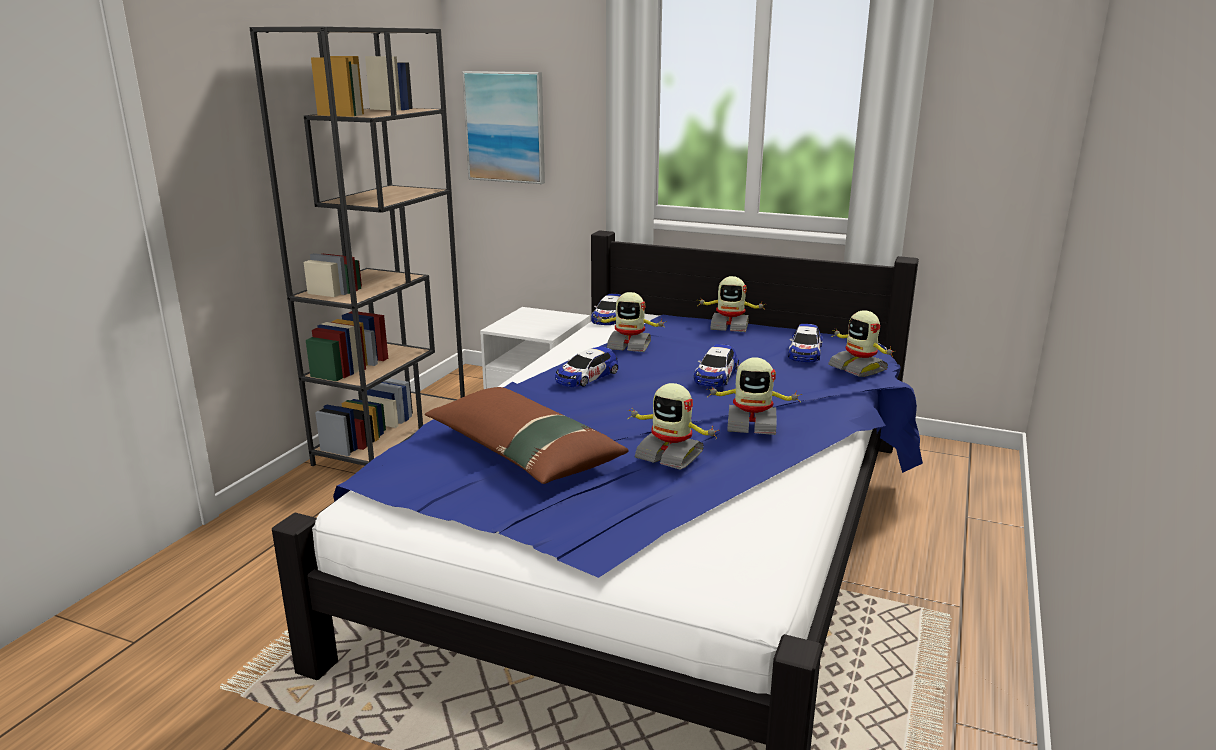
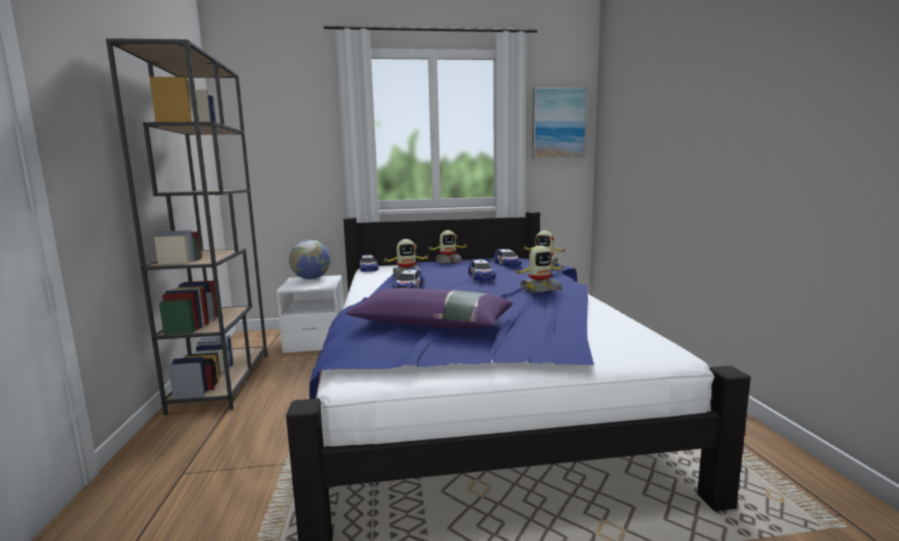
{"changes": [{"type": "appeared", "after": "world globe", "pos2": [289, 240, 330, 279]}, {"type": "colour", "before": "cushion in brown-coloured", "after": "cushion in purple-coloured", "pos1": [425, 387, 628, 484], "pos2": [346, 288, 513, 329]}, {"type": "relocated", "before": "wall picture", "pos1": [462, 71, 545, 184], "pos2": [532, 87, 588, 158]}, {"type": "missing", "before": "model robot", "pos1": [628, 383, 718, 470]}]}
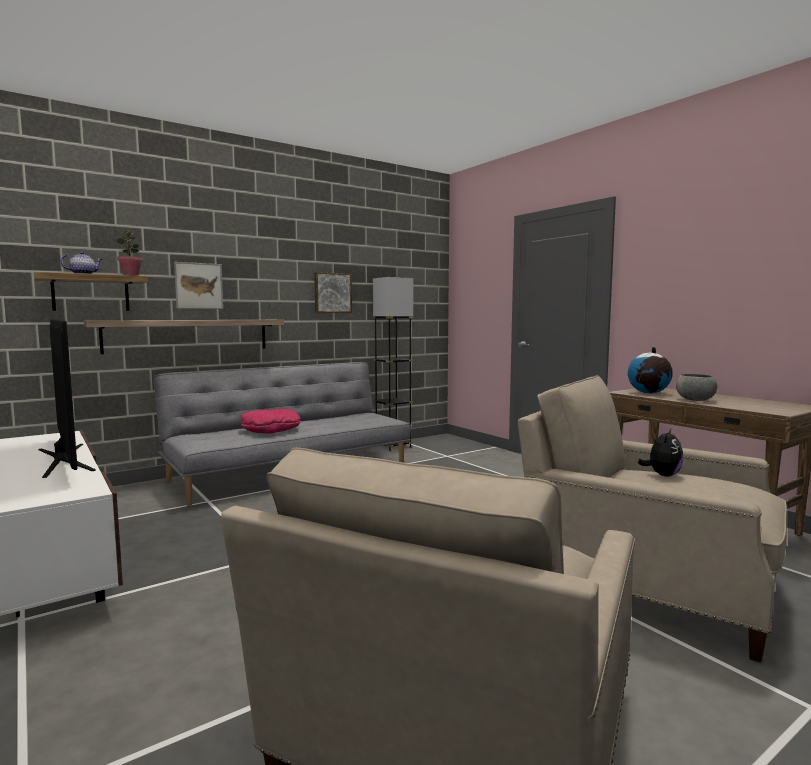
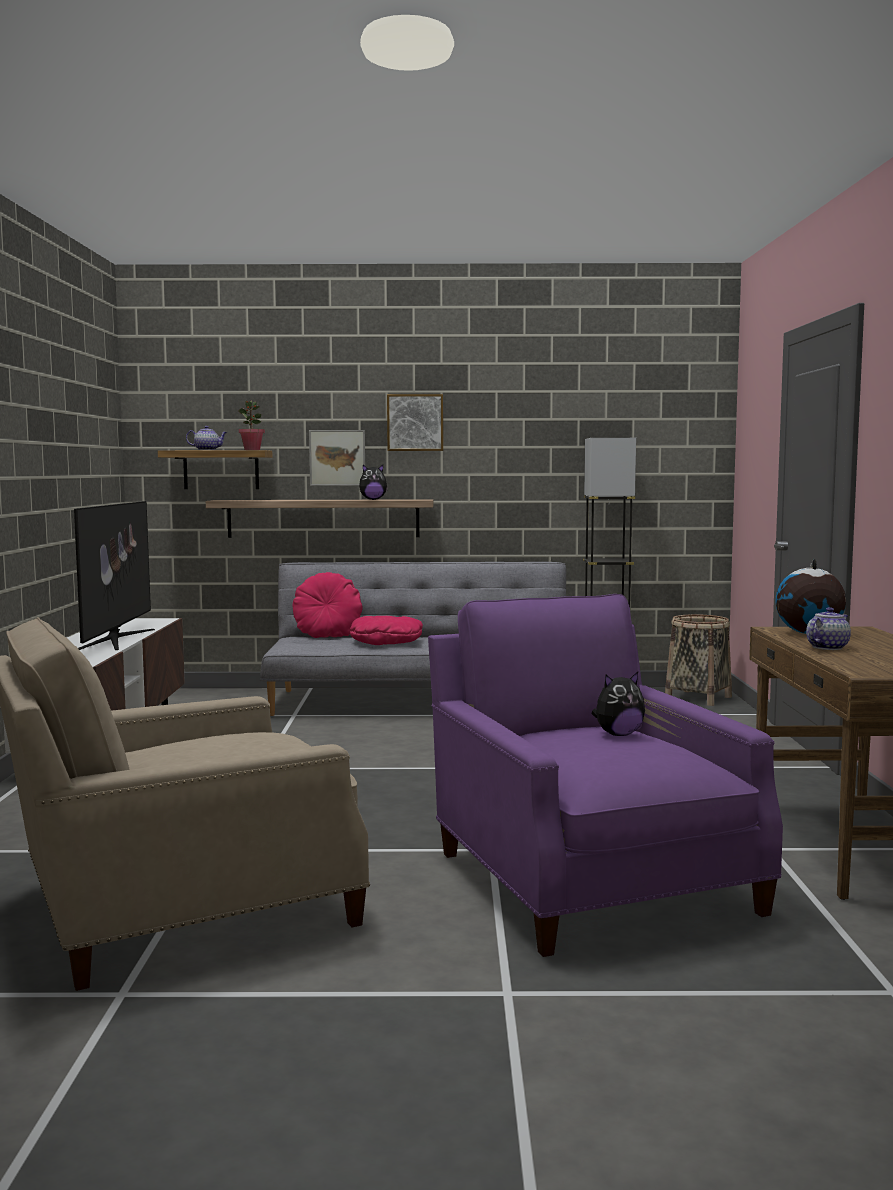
{"changes": [{"type": "appeared", "after": "cushion in pinkish", "pos2": [292, 572, 363, 638]}, {"type": "appeared", "after": "plush toy", "pos2": [359, 465, 388, 500]}, {"type": "relocated", "before": "wall picture", "pos1": [314, 272, 352, 313], "pos2": [387, 394, 443, 451]}, {"type": "colour", "before": "lounge chair in beige-coloured", "after": "lounge chair in purple-coloured", "pos1": [518, 375, 787, 663], "pos2": [428, 594, 783, 957]}, {"type": "appeared", "after": "household basket", "pos2": [665, 614, 732, 706]}, {"type": "exchanged", "before": "bowl in grey", "after": "teapot", "pos1": [676, 374, 718, 401], "pos2": [806, 607, 851, 650]}]}
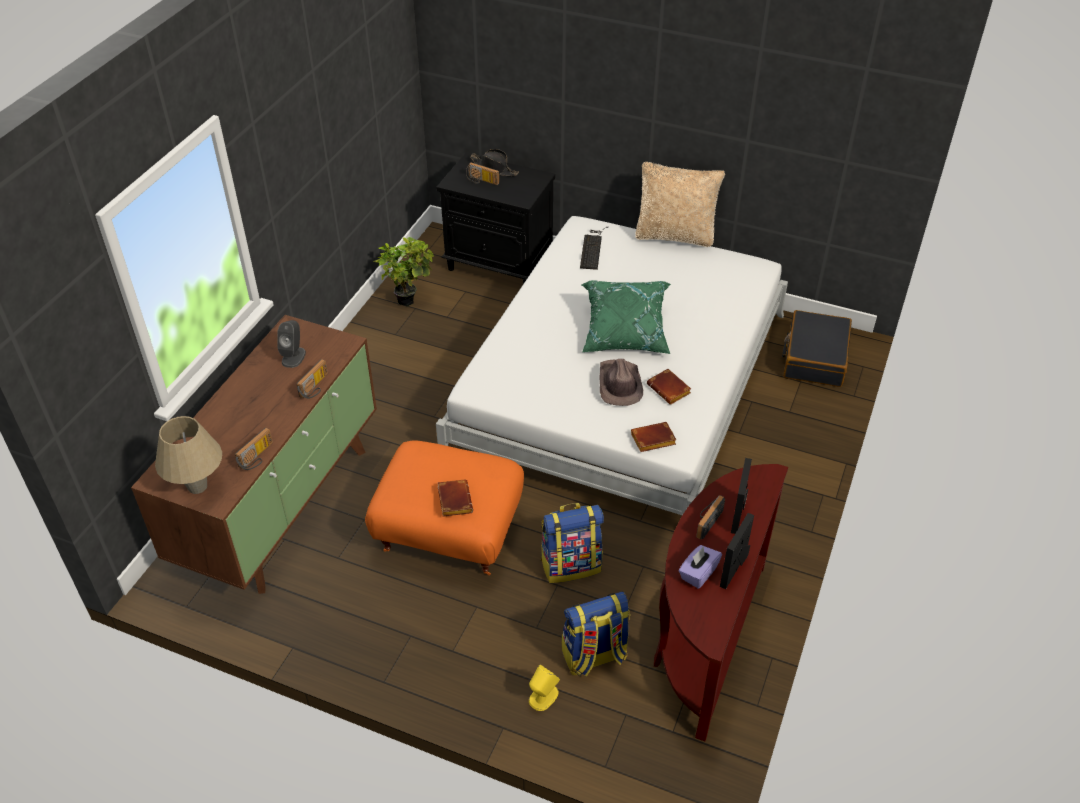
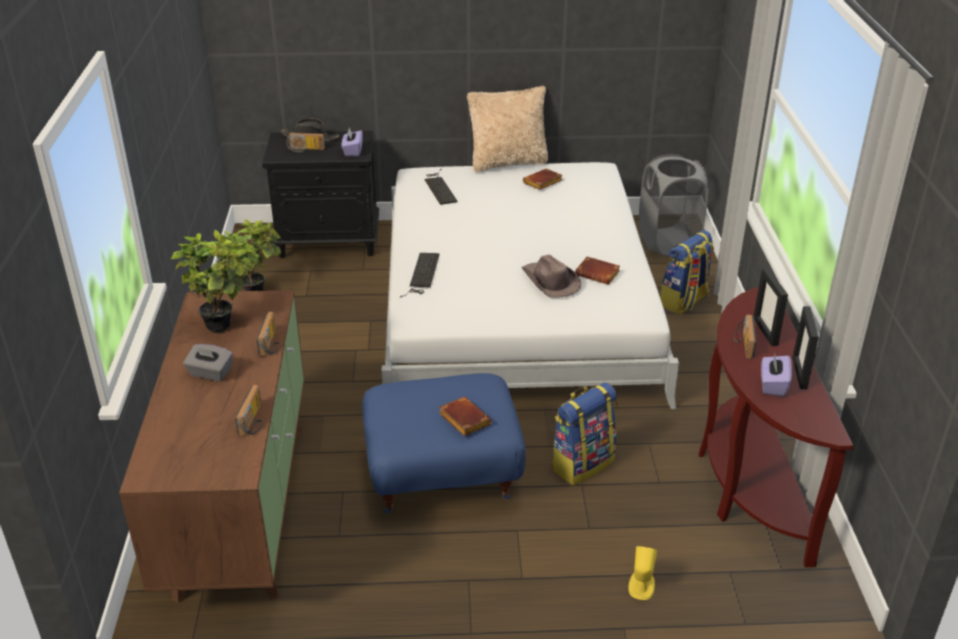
{"changes": [{"type": "exchanged", "before": "audio speaker in grey", "after": "houseplant", "pos1": [278, 320, 306, 368], "pos2": [171, 230, 258, 333]}, {"type": "appeared", "after": "box of tissues in grey", "pos2": [183, 344, 233, 381]}, {"type": "appeared", "after": "box of tissues in purple-coloured", "pos2": [342, 127, 363, 156]}, {"type": "colour", "before": "pouffe in orange-coloured", "after": "pouffe in bluish", "pos1": [365, 440, 524, 575], "pos2": [362, 373, 526, 513]}, {"type": "appeared", "after": "keyboard", "pos2": [400, 253, 439, 297]}, {"type": "relocated", "before": "book in brown-coloured", "pos1": [631, 422, 677, 452], "pos2": [523, 168, 563, 190]}, {"type": "exchanged", "before": "piece of luggage in black-coloured", "after": "washing basket in grey", "pos1": [782, 310, 852, 387], "pos2": [639, 154, 708, 257]}, {"type": "relocated", "before": "rucksack", "pos1": [562, 592, 630, 676], "pos2": [660, 230, 714, 315]}, {"type": "missing", "before": "table lamp in beige-coloured", "pos1": [155, 416, 222, 494]}, {"type": "missing", "before": "cushion in green", "pos1": [582, 280, 671, 354]}]}
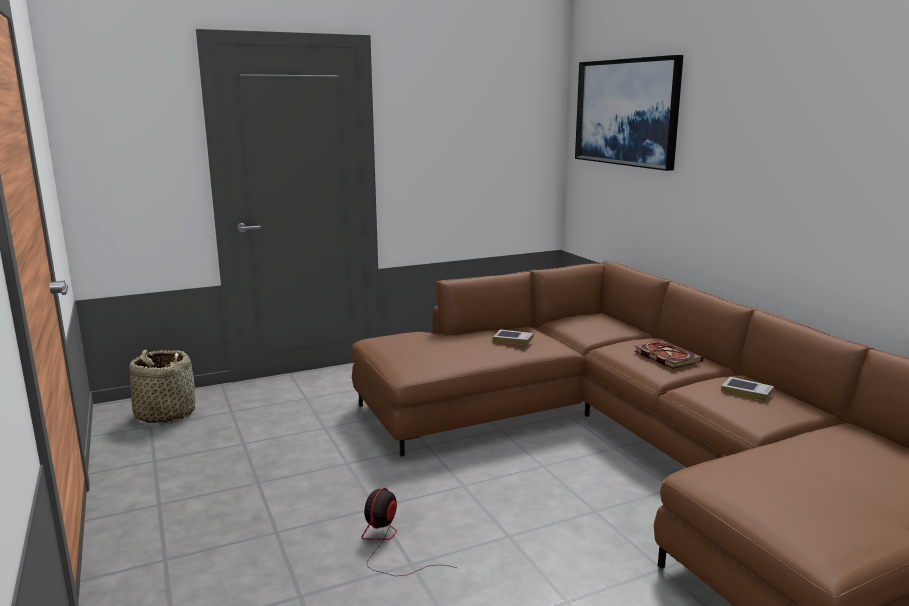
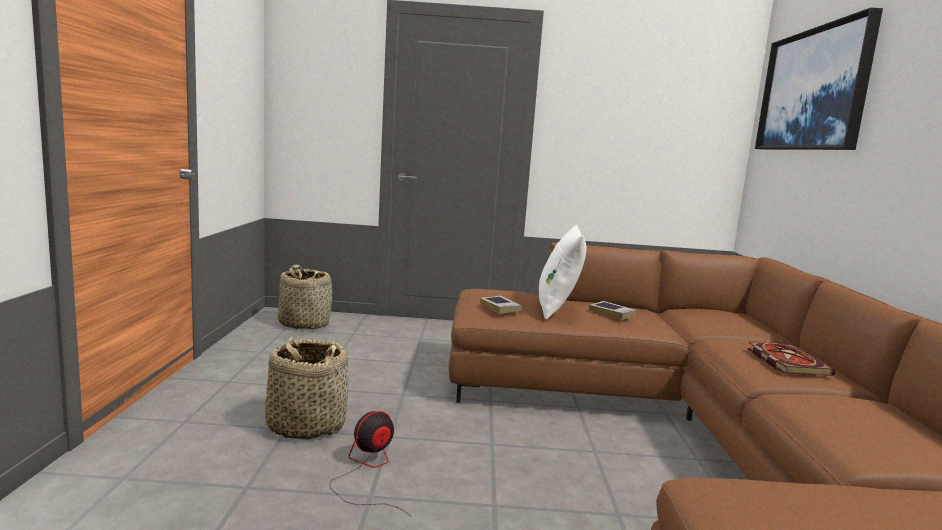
{"changes": [{"type": "appeared", "after": "household basket", "pos2": [265, 337, 349, 440]}, {"type": "relocated", "before": "book", "pos1": [721, 377, 774, 401], "pos2": [480, 296, 522, 313]}, {"type": "appeared", "after": "cushion in white", "pos2": [539, 225, 586, 319]}]}
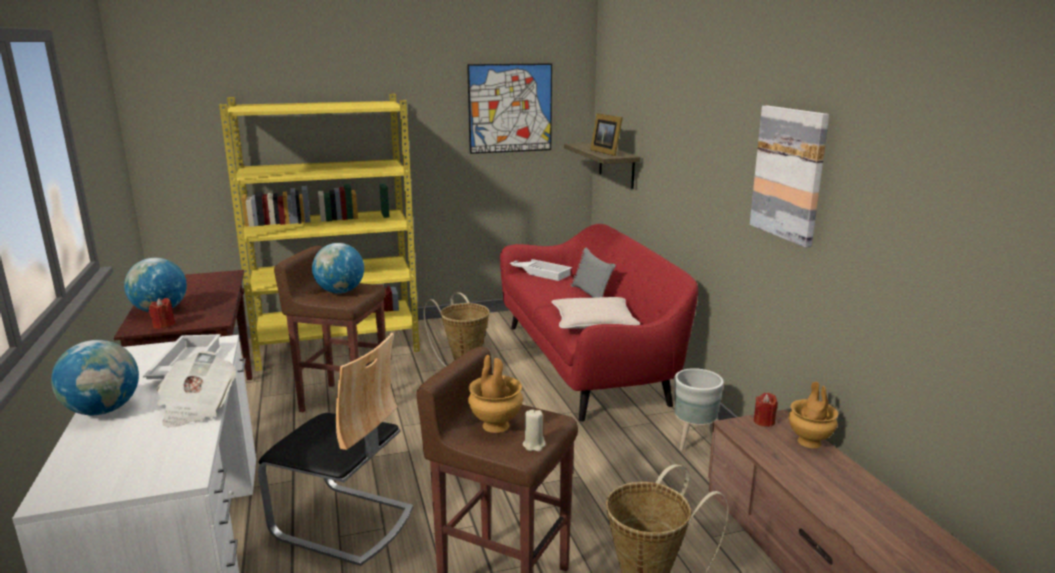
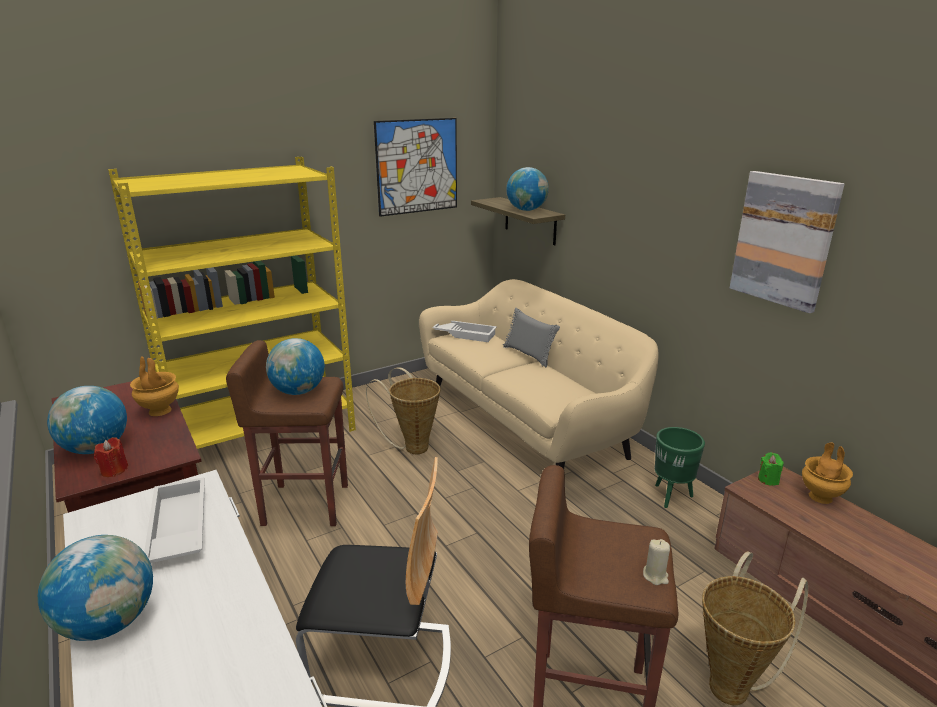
{"changes": [{"type": "relocated", "before": "decorative vase in brown-coloured", "pos1": [468, 355, 523, 433], "pos2": [130, 356, 179, 416]}, {"type": "colour", "before": "settee in red", "after": "settee in beige-coloured", "pos1": [500, 224, 698, 421], "pos2": [419, 279, 659, 469]}, {"type": "exchanged", "before": "picture frame", "after": "world globe", "pos1": [590, 113, 623, 156], "pos2": [506, 167, 549, 211]}, {"type": "colour", "before": "plant pot in grey", "after": "plant pot in green", "pos1": [674, 368, 724, 451], "pos2": [655, 427, 705, 508]}, {"type": "colour", "before": "wax light in red", "after": "wax light in green", "pos1": [754, 393, 778, 427], "pos2": [758, 452, 783, 486]}, {"type": "missing", "before": "daily paper", "pos1": [157, 351, 236, 428]}, {"type": "missing", "before": "cushion in beige-coloured", "pos1": [551, 297, 640, 329]}]}
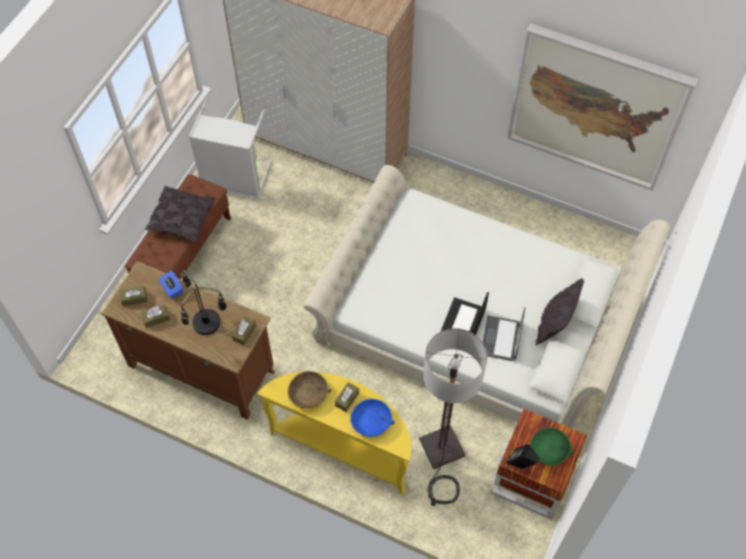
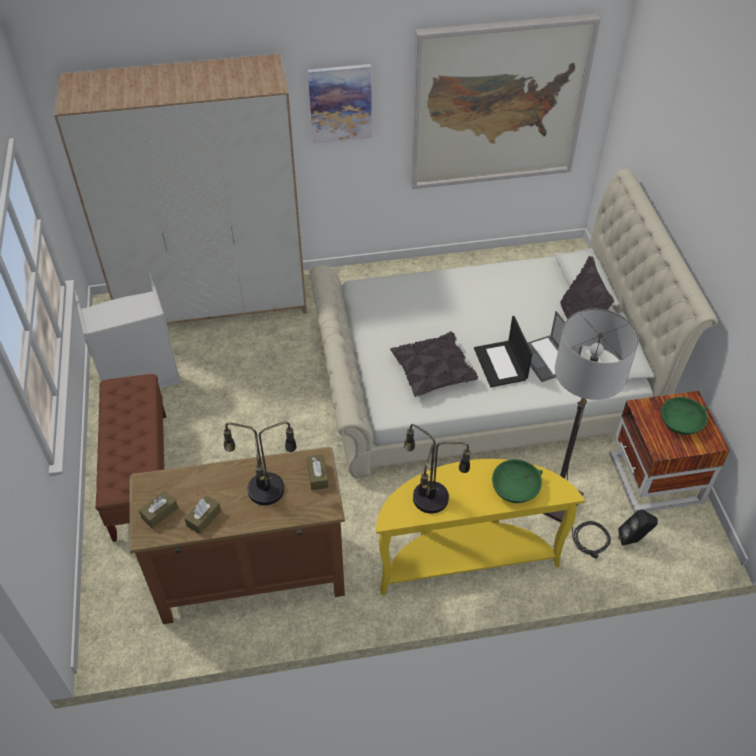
{"changes": [{"type": "appeared", "after": "wall picture", "pos2": [308, 64, 372, 144]}, {"type": "relocated", "before": "cushion in black-coloured", "pos1": [145, 186, 215, 241], "pos2": [390, 331, 478, 397]}, {"type": "exchanged", "before": "bowl in brown-coloured", "after": "table lamp", "pos1": [288, 371, 332, 408], "pos2": [404, 424, 471, 514]}, {"type": "colour", "before": "bowl in bluish", "after": "bowl in green", "pos1": [350, 399, 395, 437], "pos2": [492, 459, 543, 503]}, {"type": "relocated", "before": "audio speaker in black-coloured", "pos1": [506, 444, 539, 469], "pos2": [618, 510, 658, 546]}, {"type": "missing", "before": "box of tissues in bluish", "pos1": [159, 270, 183, 299]}, {"type": "missing", "before": "box of tissues in brown-coloured", "pos1": [335, 382, 359, 412]}]}
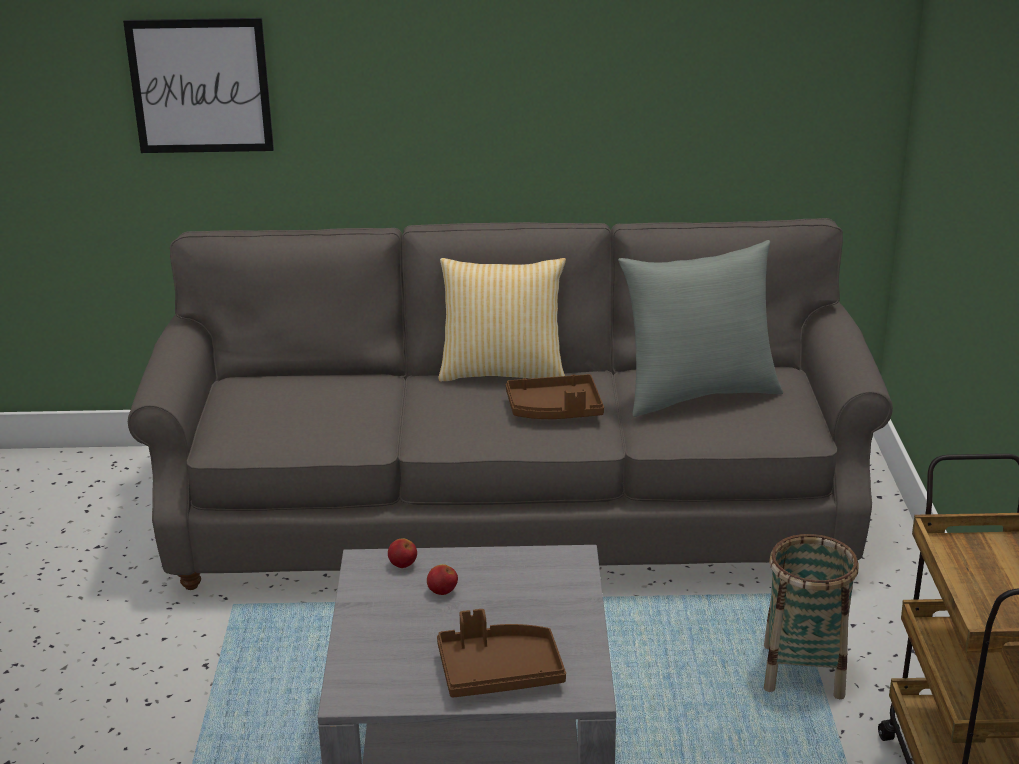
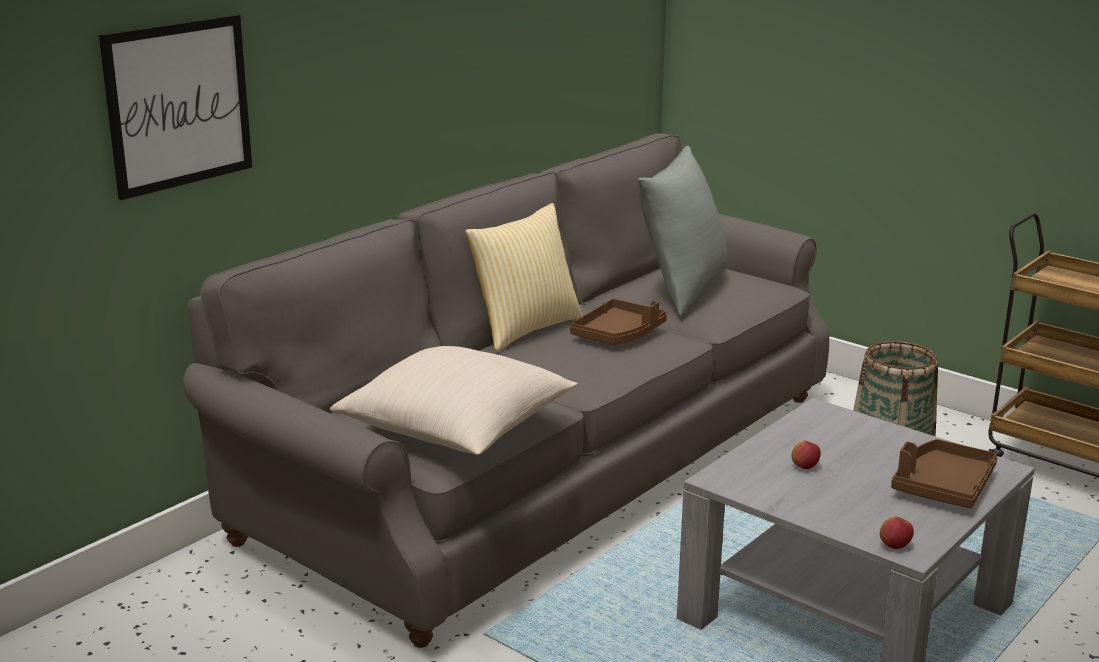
{"changes": [{"type": "appeared", "after": "cushion in beige-coloured", "pos2": [330, 346, 578, 455]}, {"type": "relocated", "before": "whole apple", "pos1": [388, 539, 417, 568], "pos2": [880, 516, 914, 549]}]}
